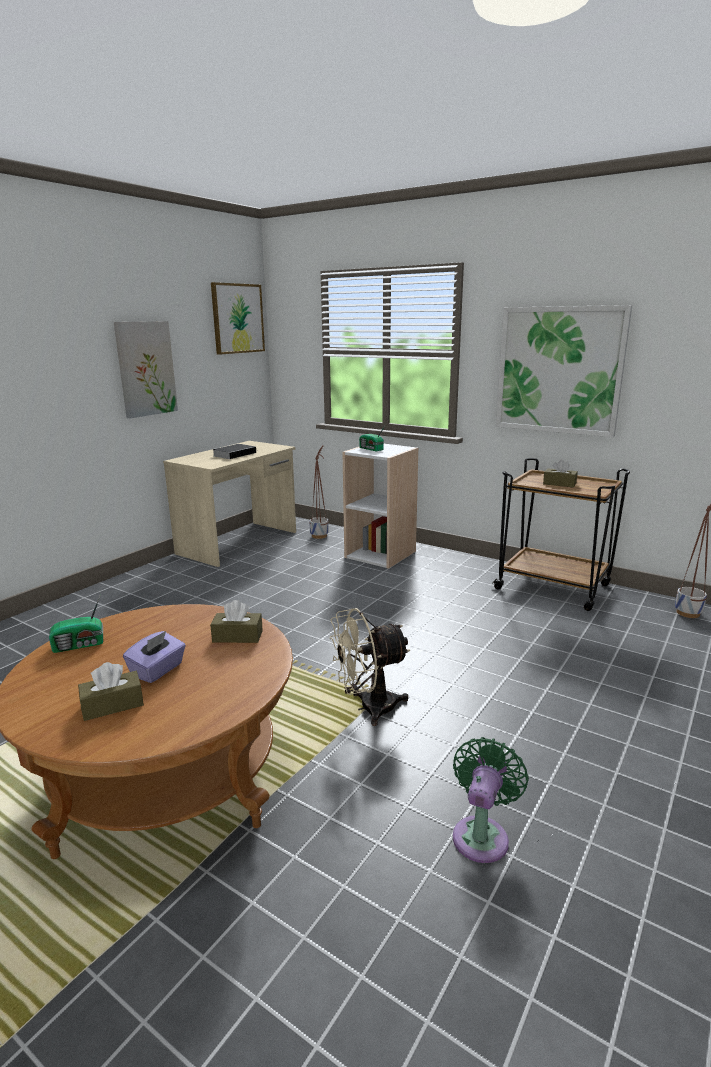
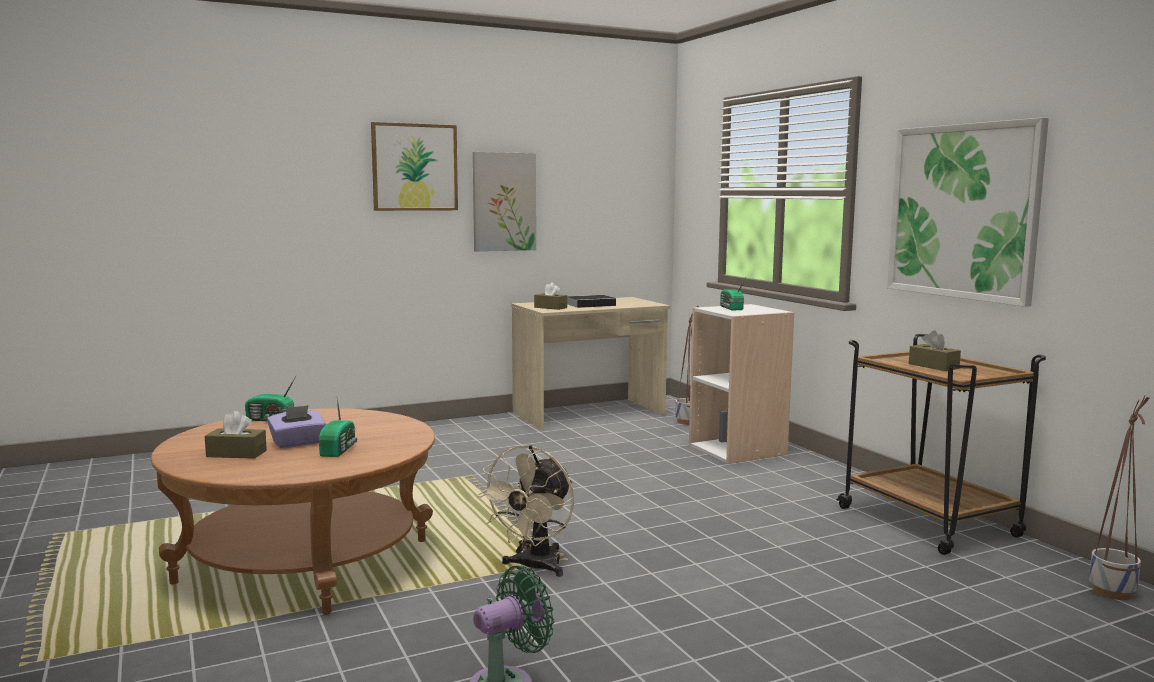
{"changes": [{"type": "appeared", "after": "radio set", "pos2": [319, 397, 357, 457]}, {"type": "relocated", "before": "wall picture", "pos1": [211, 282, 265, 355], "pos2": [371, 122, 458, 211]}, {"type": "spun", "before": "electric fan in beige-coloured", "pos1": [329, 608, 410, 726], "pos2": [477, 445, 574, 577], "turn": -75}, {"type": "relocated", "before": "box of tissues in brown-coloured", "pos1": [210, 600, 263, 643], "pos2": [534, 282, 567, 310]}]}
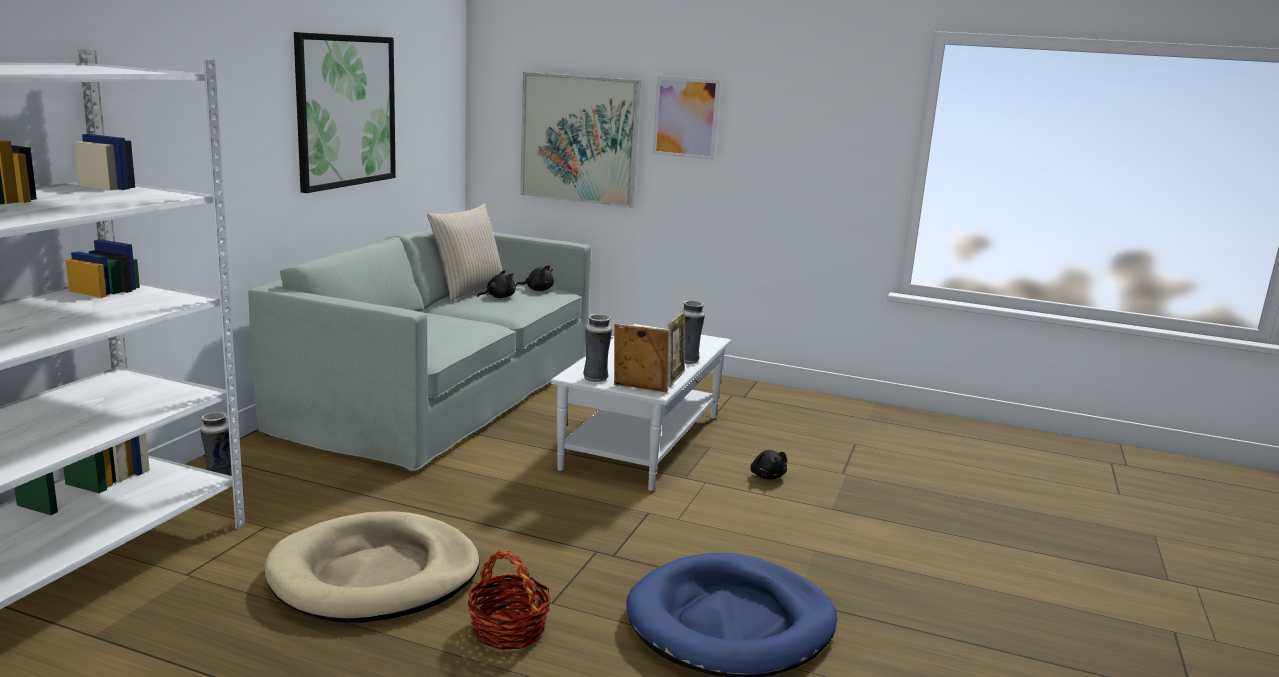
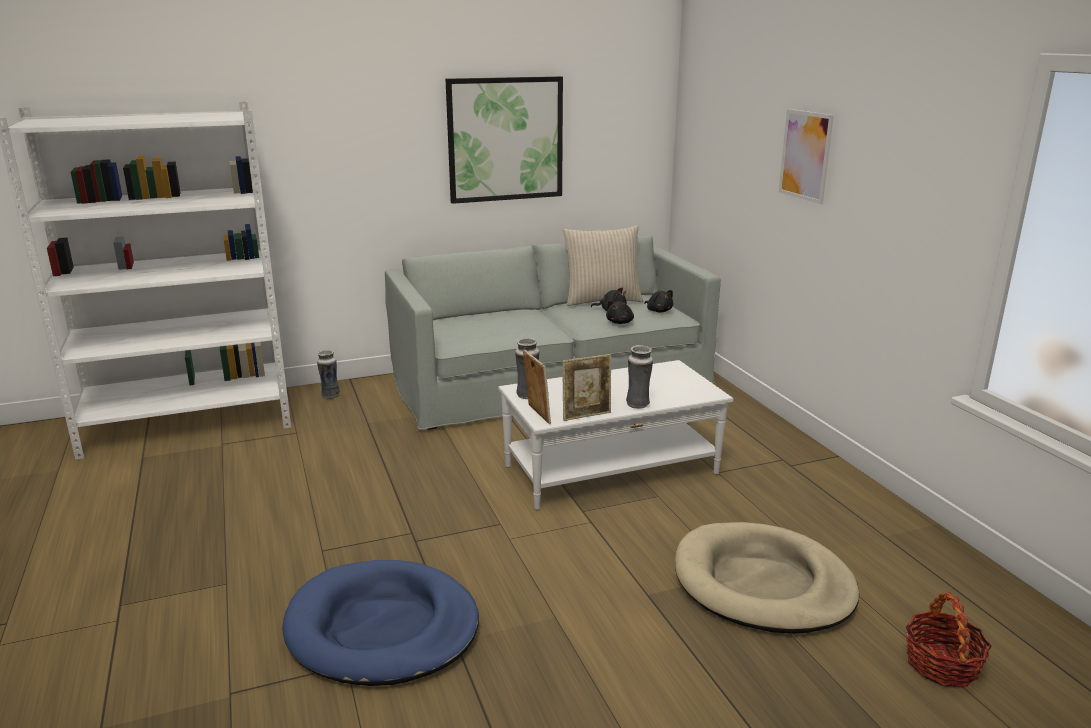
{"changes": [{"type": "relocated", "before": "plush toy in black-coloured", "pos1": [750, 450, 787, 479], "pos2": [606, 300, 634, 324]}, {"type": "relocated", "before": "dog cushion in beige-coloured", "pos1": [264, 511, 479, 623], "pos2": [675, 522, 859, 634]}, {"type": "relocated", "before": "household basket", "pos1": [467, 550, 551, 650], "pos2": [905, 592, 992, 687]}, {"type": "missing", "before": "wall picture", "pos1": [520, 72, 641, 208]}]}
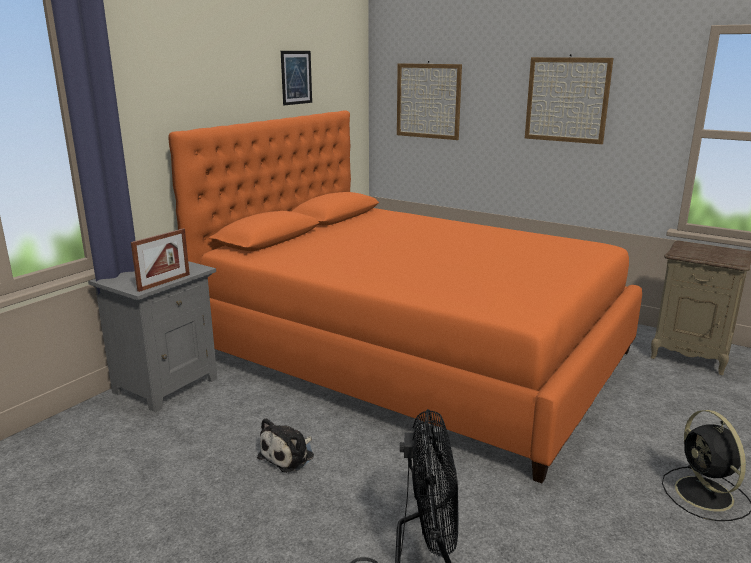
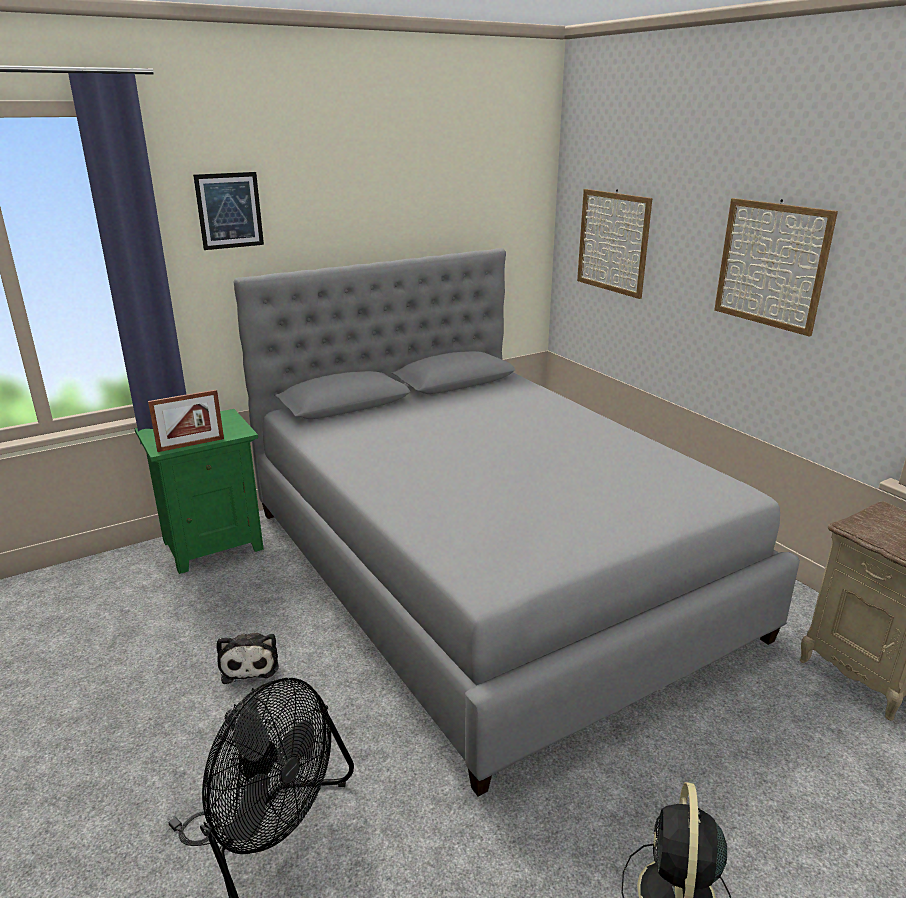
{"changes": [{"type": "colour", "before": "bedside table in grey", "after": "bedside table in green", "pos1": [88, 261, 217, 412], "pos2": [135, 409, 264, 574]}, {"type": "relocated", "before": "wall picture", "pos1": [281, 51, 312, 105], "pos2": [193, 172, 264, 250]}, {"type": "spun", "before": "plush toy", "pos1": [257, 418, 314, 473], "pos2": [216, 633, 279, 684], "turn": -75}, {"type": "colour", "before": "bed in orange-coloured", "after": "bed in grey", "pos1": [168, 110, 642, 483], "pos2": [233, 248, 800, 797]}]}
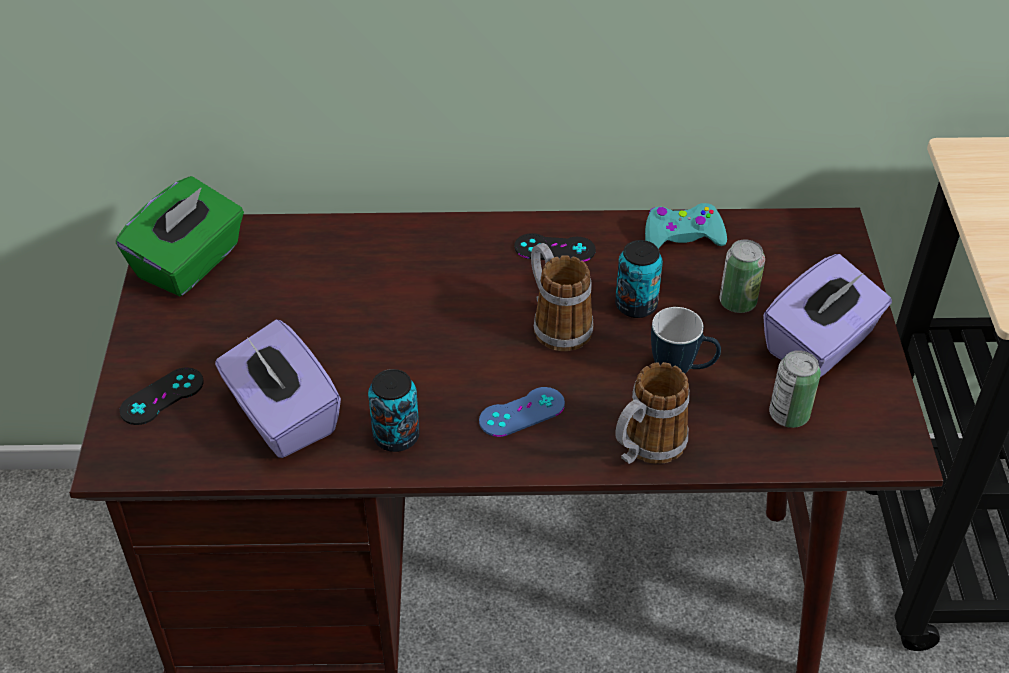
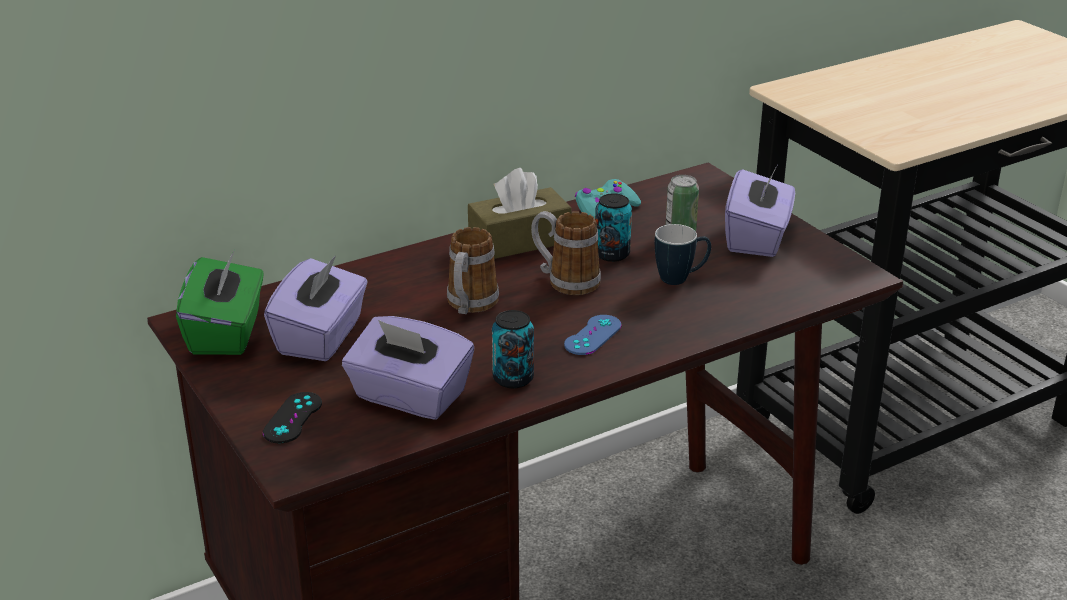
{"changes": [{"type": "appeared", "after": "box of tissues in purple-coloured", "pos2": [264, 256, 367, 361]}, {"type": "relocated", "before": "tea mug", "pos1": [615, 362, 689, 464], "pos2": [447, 227, 499, 314]}, {"type": "exchanged", "before": "joypad in black-coloured", "after": "box of tissues in brown-coloured", "pos1": [514, 233, 596, 262], "pos2": [468, 168, 572, 259]}, {"type": "missing", "before": "metal can", "pos1": [769, 350, 821, 428]}]}
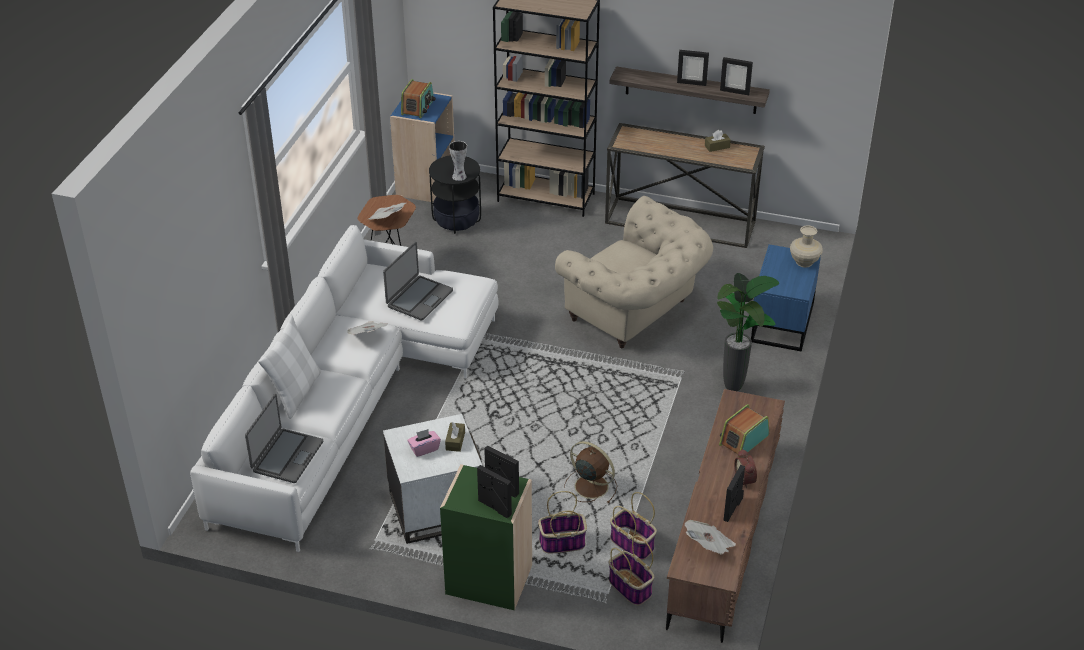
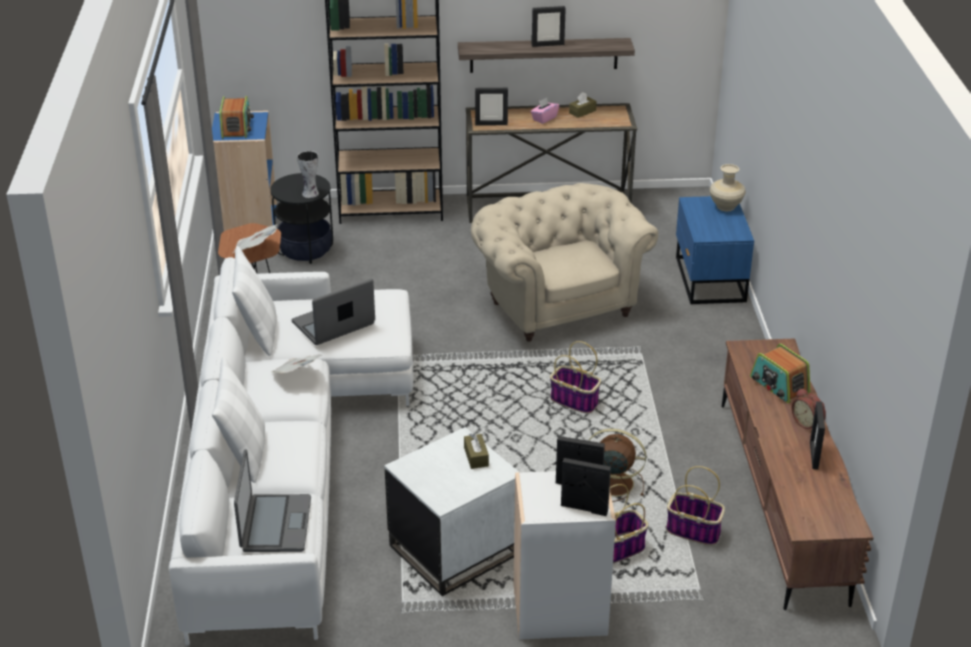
{"changes": [{"type": "appeared", "after": "cushion in white", "pos2": [232, 246, 276, 356]}, {"type": "spun", "before": "portable computer", "pos1": [383, 242, 453, 320], "pos2": [292, 279, 375, 345], "turn": -135}, {"type": "spun", "before": "lounge chair in beige-coloured", "pos1": [555, 196, 713, 348], "pos2": [471, 183, 658, 342], "turn": -135}, {"type": "relocated", "before": "picture frame", "pos1": [720, 57, 753, 95], "pos2": [475, 88, 508, 126]}, {"type": "colour", "before": "shelving unit in green", "after": "shelving unit in white", "pos1": [440, 464, 532, 610], "pos2": [514, 471, 616, 640]}, {"type": "relocated", "before": "box of tissues in pinkish", "pos1": [407, 429, 441, 457], "pos2": [530, 98, 559, 124]}, {"type": "relocated", "before": "household basket", "pos1": [609, 535, 654, 606], "pos2": [550, 341, 601, 413]}, {"type": "spun", "before": "radio set", "pos1": [719, 404, 769, 454], "pos2": [750, 343, 810, 403], "turn": -60}, {"type": "missing", "before": "daily paper", "pos1": [685, 520, 736, 555]}, {"type": "missing", "before": "houseplant", "pos1": [717, 273, 779, 391]}]}
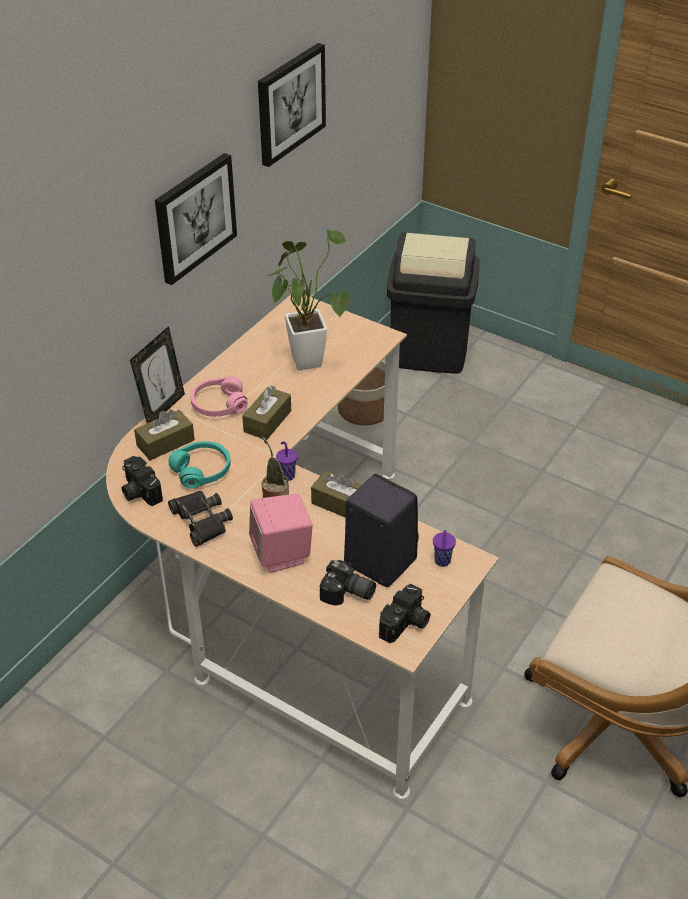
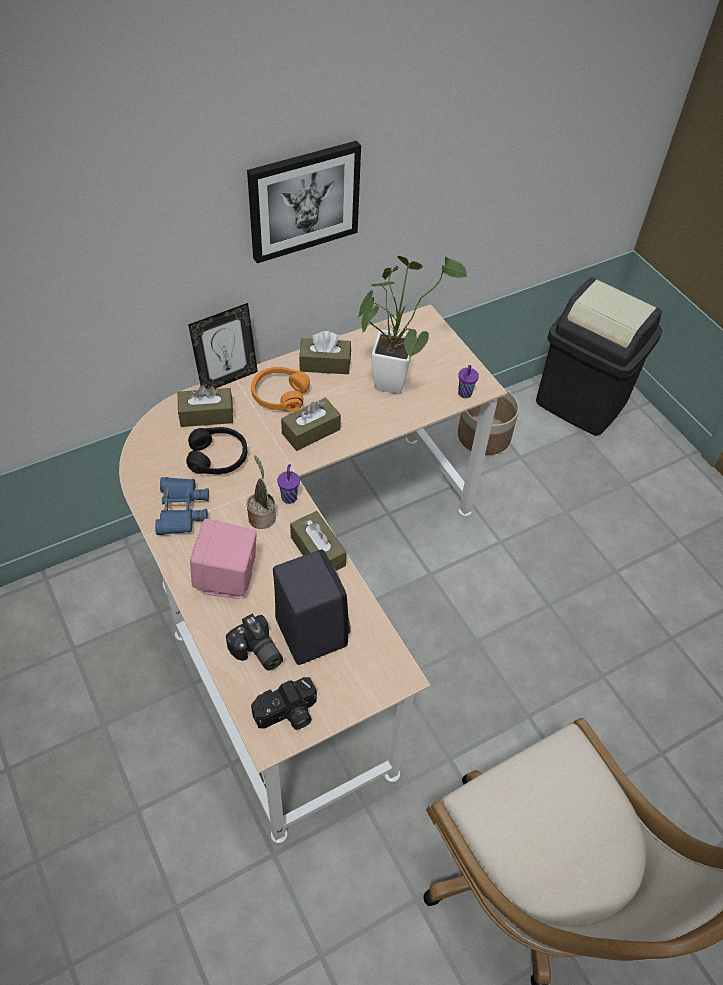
{"changes": [{"type": "colour", "before": "field glasses in black-coloured", "after": "field glasses in bluish", "pos1": [168, 491, 233, 547], "pos2": [155, 477, 209, 535]}, {"type": "colour", "before": "headphones in turquoise-coloured", "after": "headphones in black-coloured", "pos1": [168, 441, 231, 489], "pos2": [186, 427, 247, 475]}, {"type": "colour", "before": "headphones in pinkish", "after": "headphones in orange-coloured", "pos1": [190, 376, 248, 417], "pos2": [251, 367, 310, 412]}, {"type": "appeared", "after": "box of tissues in brown-coloured", "pos2": [299, 331, 351, 374]}, {"type": "relocated", "before": "cup in purple-coloured", "pos1": [433, 530, 456, 567], "pos2": [458, 365, 479, 398]}, {"type": "missing", "before": "still camera", "pos1": [122, 456, 163, 506]}, {"type": "missing", "before": "wall picture", "pos1": [258, 43, 326, 167]}]}
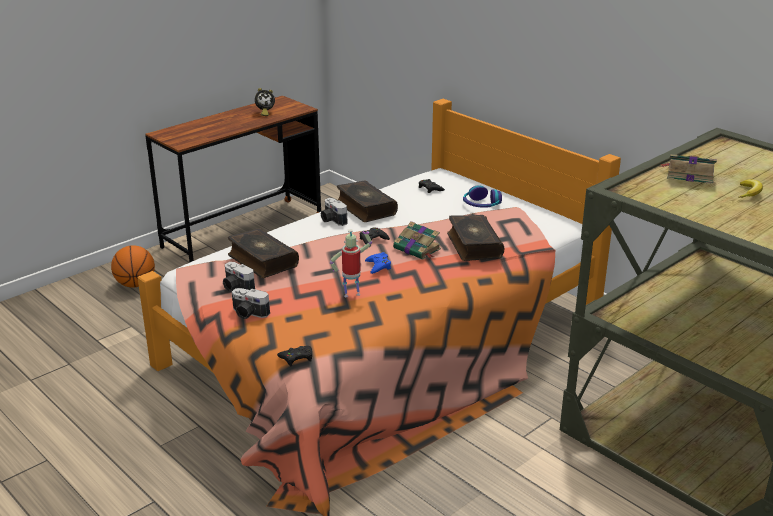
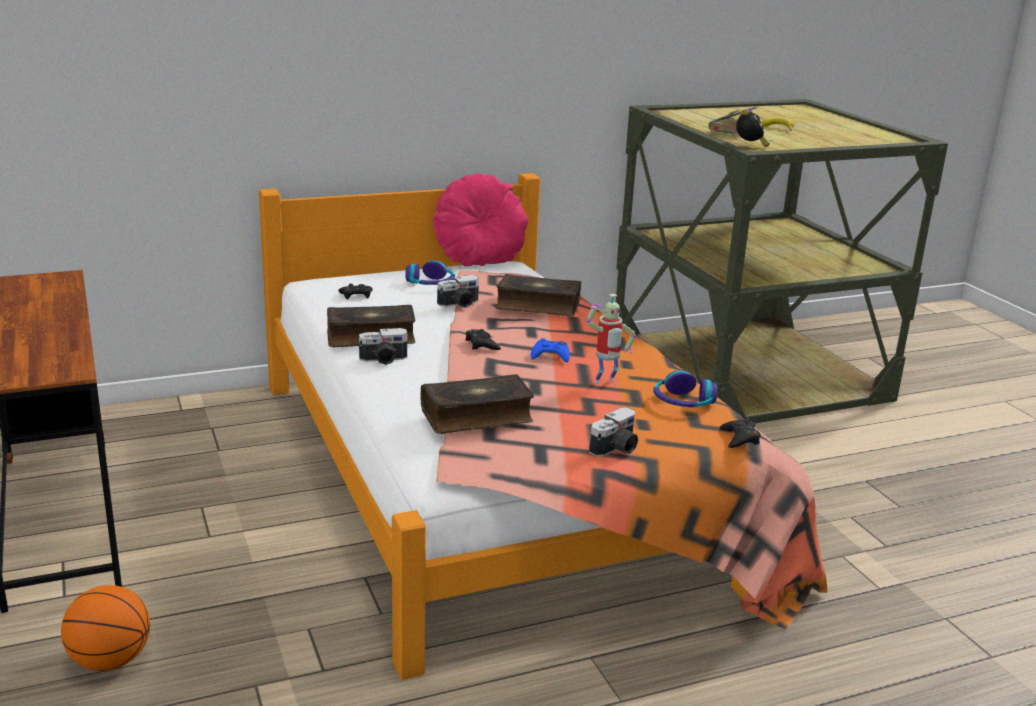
{"changes": [{"type": "appeared", "after": "cushion in pinkish", "pos2": [433, 174, 528, 266]}, {"type": "relocated", "before": "still camera", "pos1": [223, 262, 255, 291], "pos2": [437, 275, 479, 308]}, {"type": "spun", "before": "model robot", "pos1": [330, 229, 372, 297], "pos2": [586, 294, 636, 384], "turn": -120}, {"type": "appeared", "after": "headphones", "pos2": [653, 371, 717, 407]}, {"type": "relocated", "before": "bedside clock", "pos1": [255, 88, 275, 116], "pos2": [736, 109, 770, 147]}, {"type": "missing", "before": "book", "pos1": [393, 221, 441, 260]}]}
